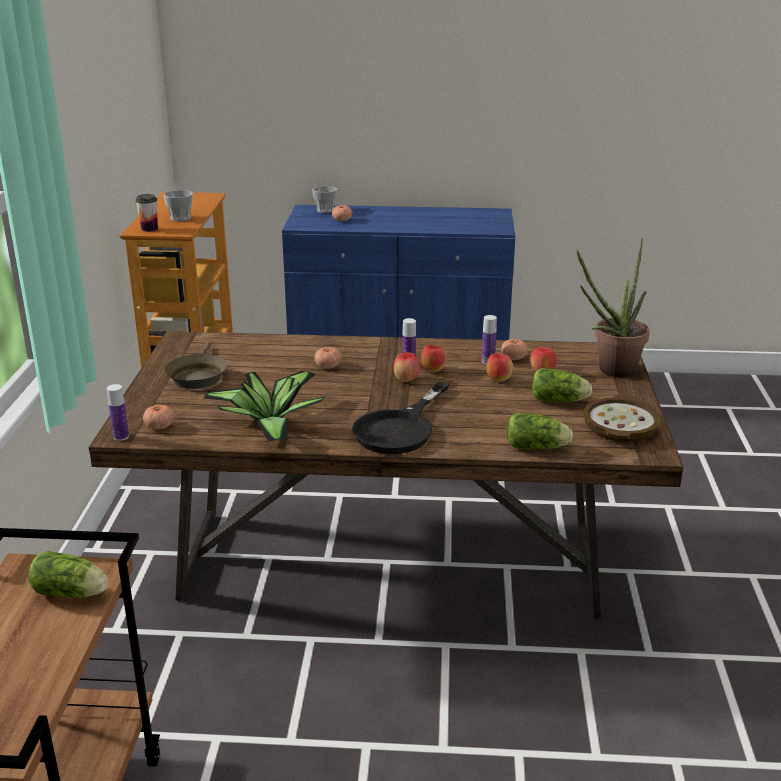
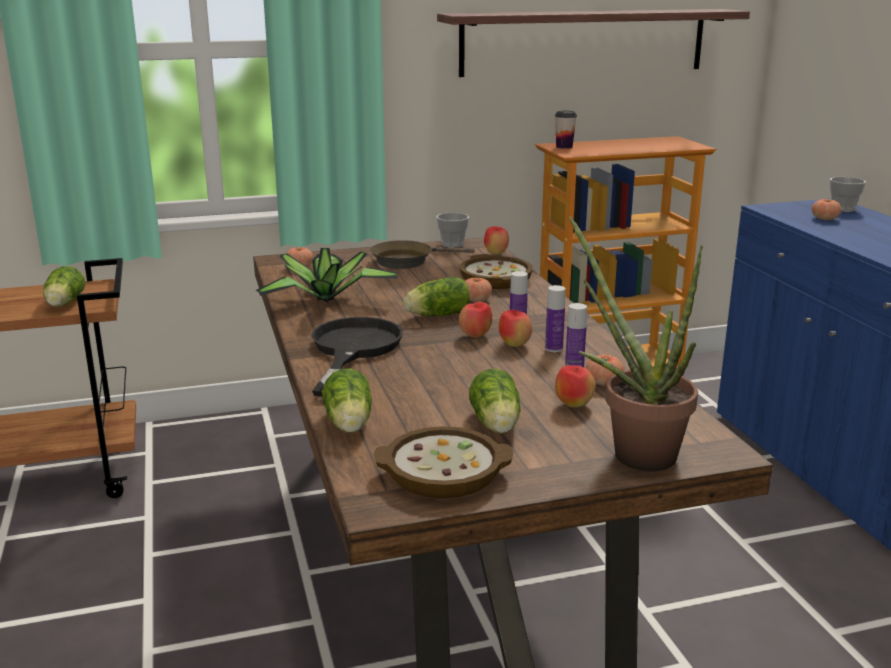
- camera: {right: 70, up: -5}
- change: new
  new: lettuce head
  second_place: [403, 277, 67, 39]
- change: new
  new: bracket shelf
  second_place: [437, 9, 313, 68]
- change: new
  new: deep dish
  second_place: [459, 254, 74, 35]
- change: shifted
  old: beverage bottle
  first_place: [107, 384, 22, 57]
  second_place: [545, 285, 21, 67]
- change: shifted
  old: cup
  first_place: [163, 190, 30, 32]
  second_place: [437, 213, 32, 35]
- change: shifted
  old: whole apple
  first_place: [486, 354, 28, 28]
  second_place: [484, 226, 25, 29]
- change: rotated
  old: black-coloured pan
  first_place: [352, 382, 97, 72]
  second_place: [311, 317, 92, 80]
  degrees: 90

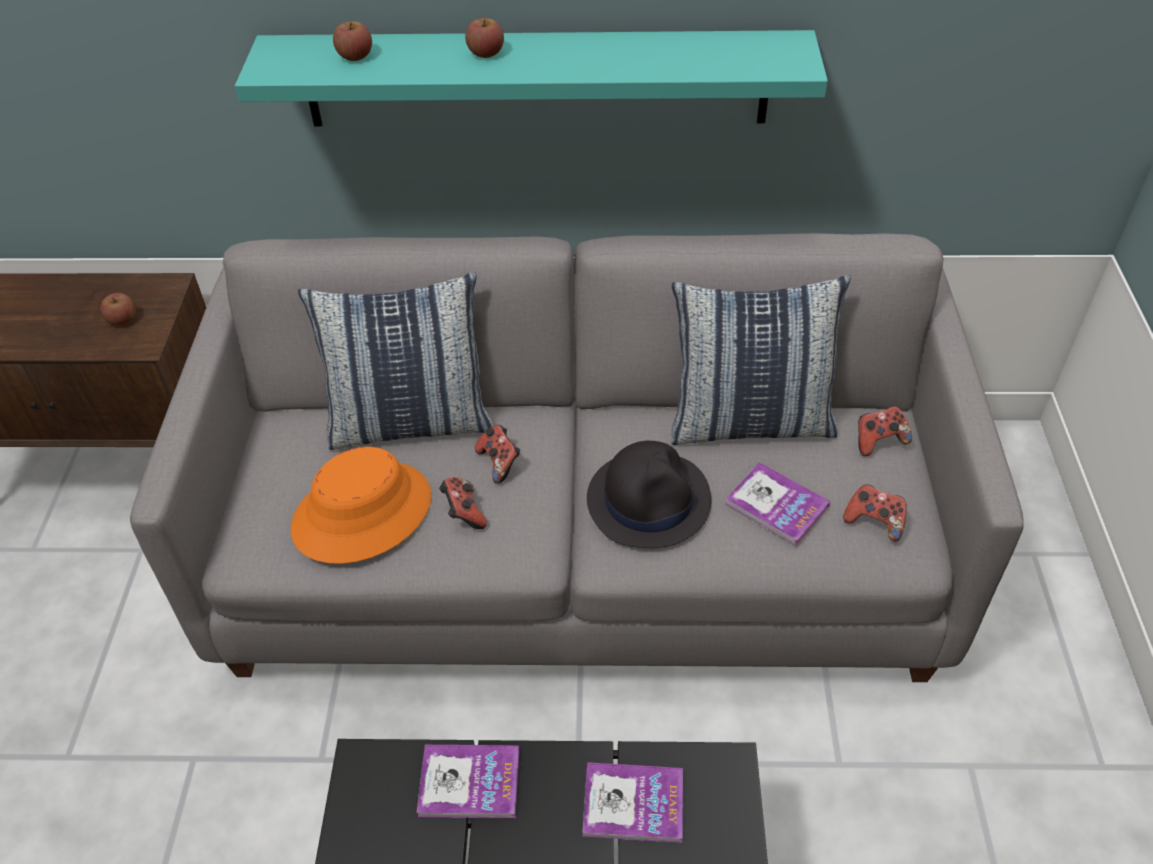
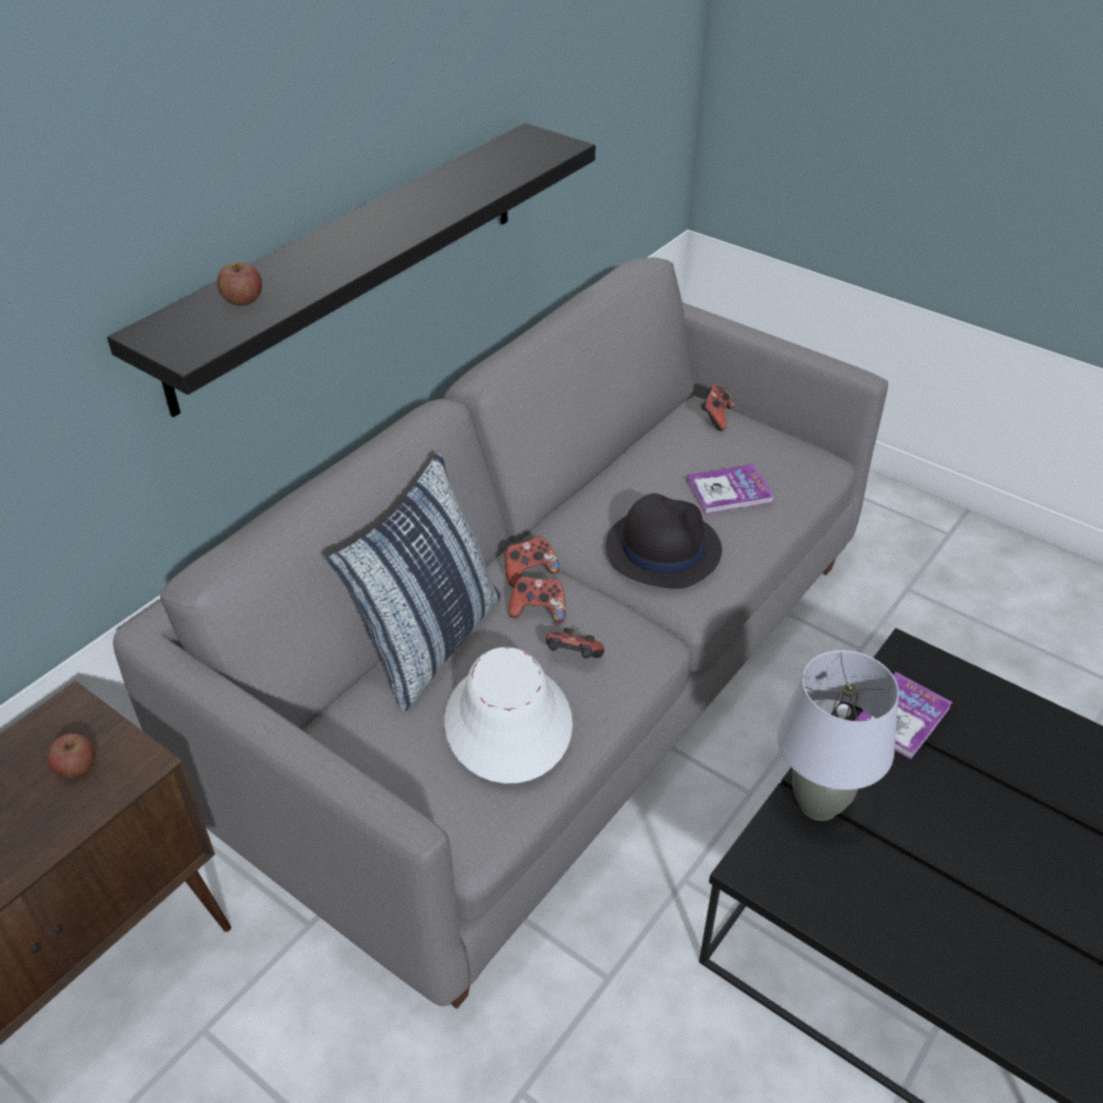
- camera: {right: -55, up: -5}
- change: gone
  old: whole apple
  first_place: [465, 18, 39, 40]
- change: gone
  old: cushion
  first_place: [671, 275, 180, 170]
- change: shifted
  old: game controller
  first_place: [843, 484, 64, 57]
  second_place: [504, 536, 56, 51]
- change: swapped
  old: bound book
  new: gray table lamp
  first_place: [417, 745, 102, 73]
  second_place: [777, 650, 122, 171]
- change: repainted
  old: blue-green bracket shelf
  new: black-coloured bracket shelf
  first_place: [235, 30, 593, 96]
  second_place: [107, 123, 488, 294]
- change: repainted
  old: orange clothing hat
  new: white-coloured clothing hat
  first_place: [291, 447, 141, 117]
  second_place: [444, 647, 129, 136]

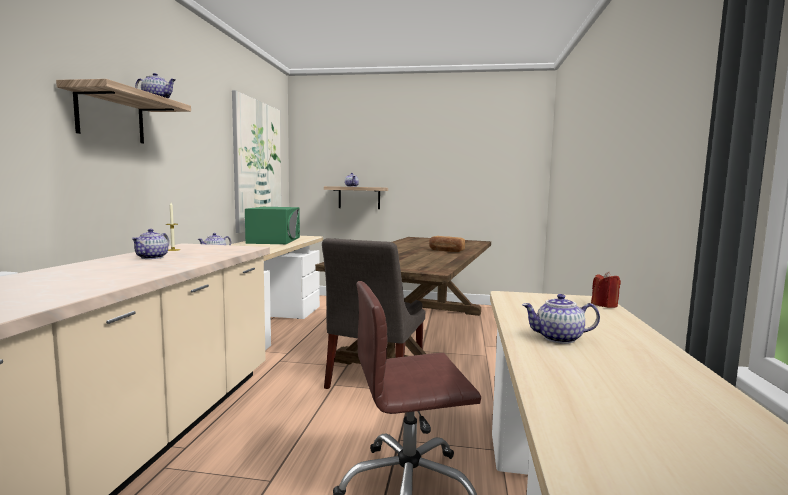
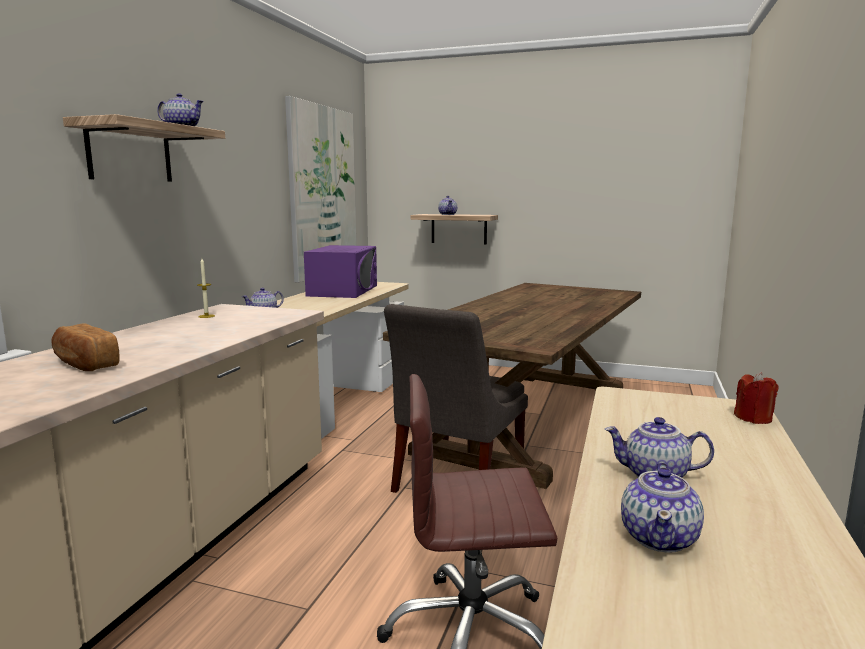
- camera: {right: 10, up: 5}
- change: shifted
  old: tea pot
  first_place: [131, 229, 38, 30]
  second_place: [621, 462, 83, 91]
- change: shifted
  old: bread
  first_place: [429, 236, 36, 16]
  second_place: [52, 323, 68, 48]
- change: repainted
  old: greenish microwave oven
  new: purple-coloured microwave oven
  first_place: [245, 207, 55, 37]
  second_place: [304, 245, 73, 53]

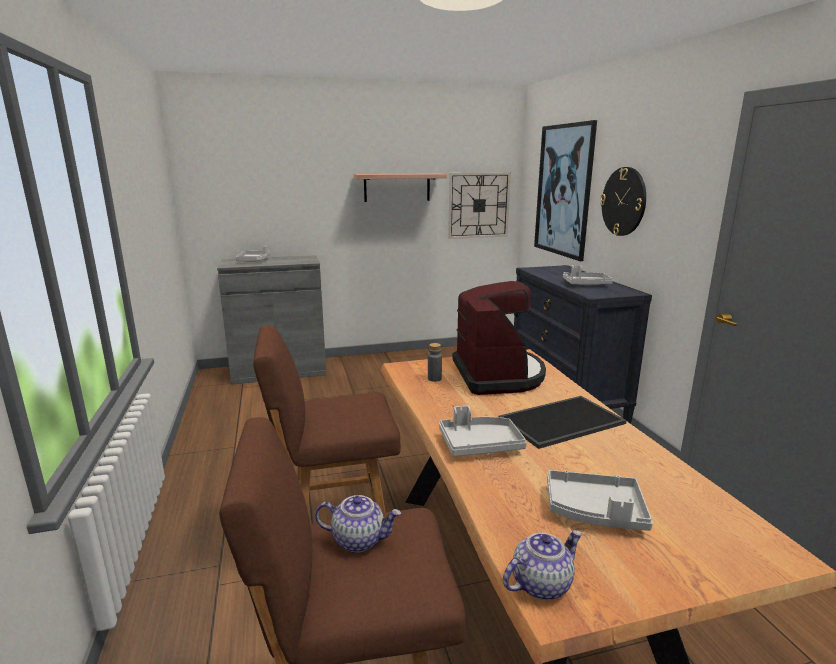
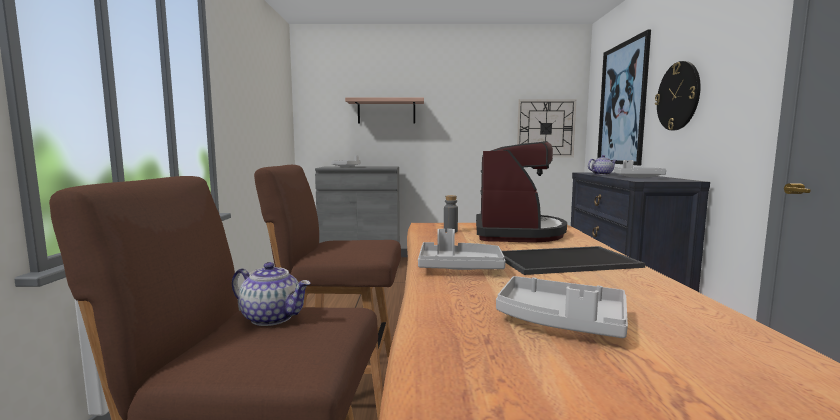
- camera: {right: 15, up: -10}
- change: shifted
  old: bracket shelf
  first_place: [354, 174, 93, 28]
  second_place: [345, 98, 79, 26]
- change: shifted
  old: tea pot
  first_place: [503, 530, 79, 70]
  second_place: [588, 155, 29, 20]

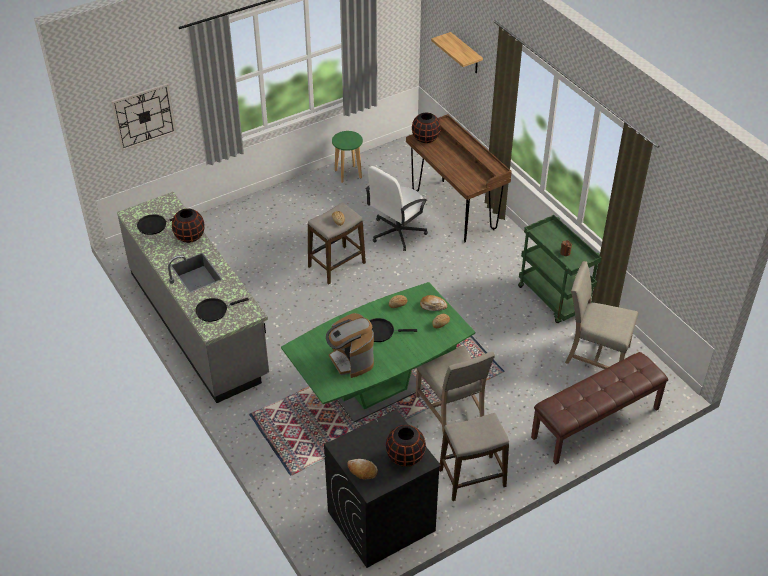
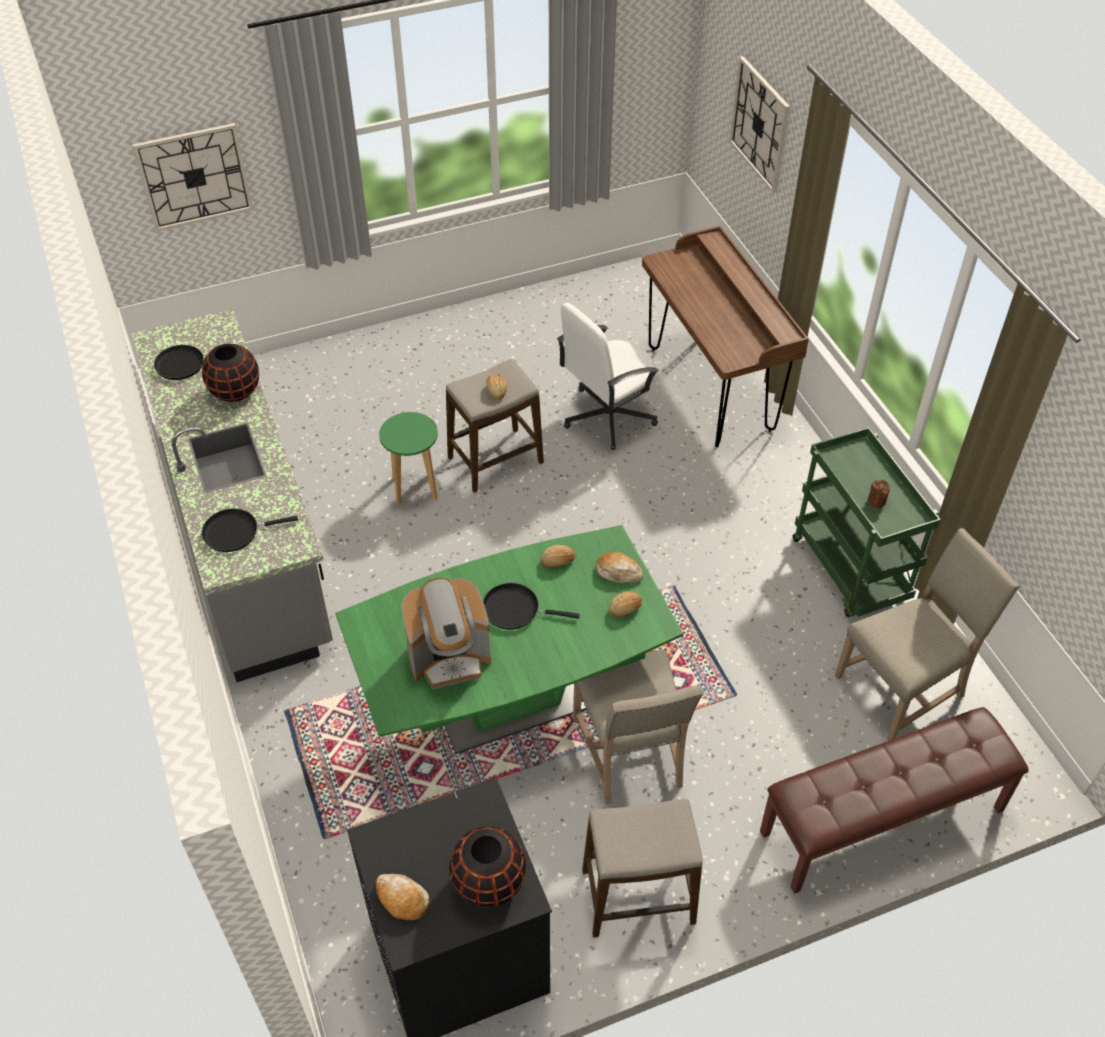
- camera: {right: 10, up: 5}
- change: gone
  old: black-coloured decorative vase
  first_place: [412, 113, 29, 30]
- change: shifted
  old: greenish stool seat
  first_place: [332, 131, 31, 52]
  second_place: [379, 412, 59, 93]
- change: swapped
  old: bracket shelf
  new: hanging clock
  first_place: [431, 32, 52, 41]
  second_place: [729, 56, 61, 137]
- change: rotated
  old: coffee brewer
  first_place: [326, 313, 48, 65]
  second_place: [401, 577, 90, 112]
  degrees: -90
- change: rotated
  old: beige-coloured chair
  first_place: [565, 261, 73, 108]
  second_place: [835, 528, 185, 213]
  degrees: 120

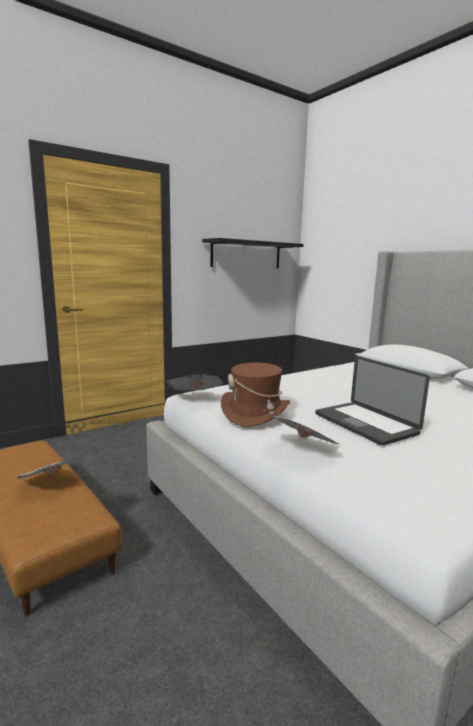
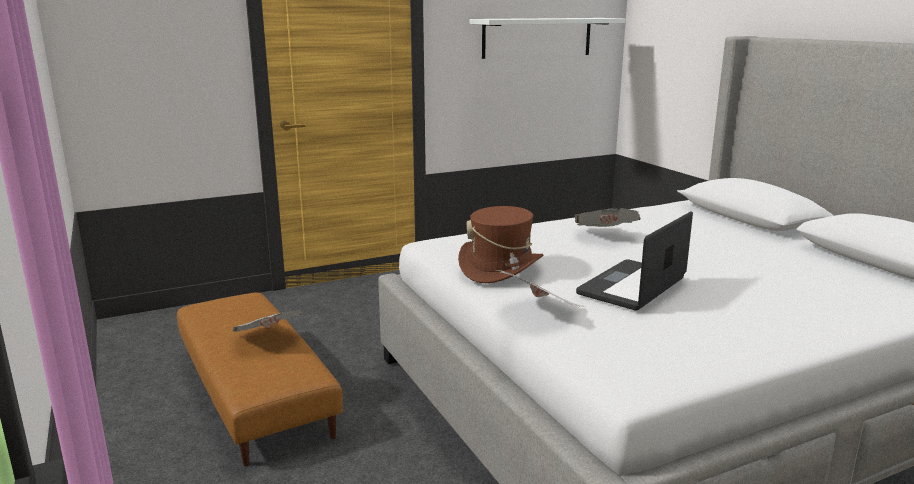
- camera: {right: 10, up: 5}
- change: shifted
  old: printed paper
  first_place: [166, 374, 58, 17]
  second_place: [575, 208, 66, 19]
- change: repainted
  old: black-coloured bracket shelf
  new: white-coloured bracket shelf
  first_place: [202, 238, 101, 31]
  second_place: [470, 18, 155, 41]
- change: rotated
  old: notebook computer
  first_place: [316, 356, 114, 90]
  second_place: [576, 211, 117, 100]
  degrees: 60

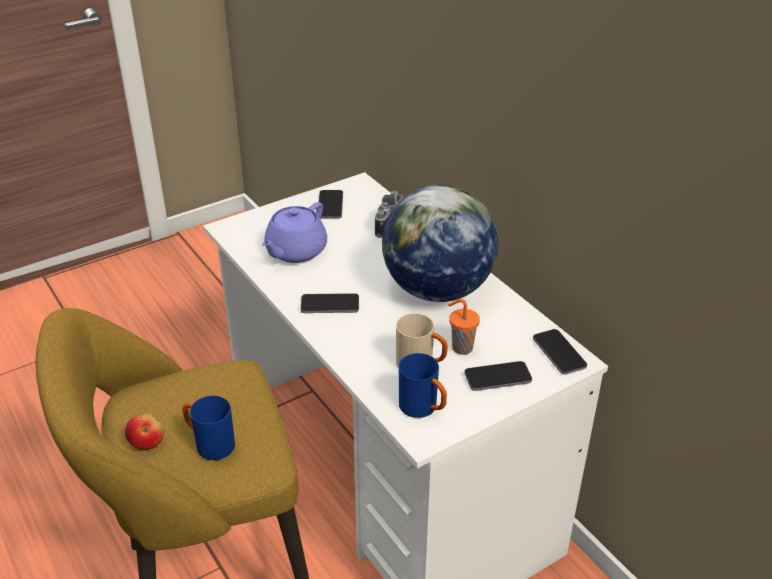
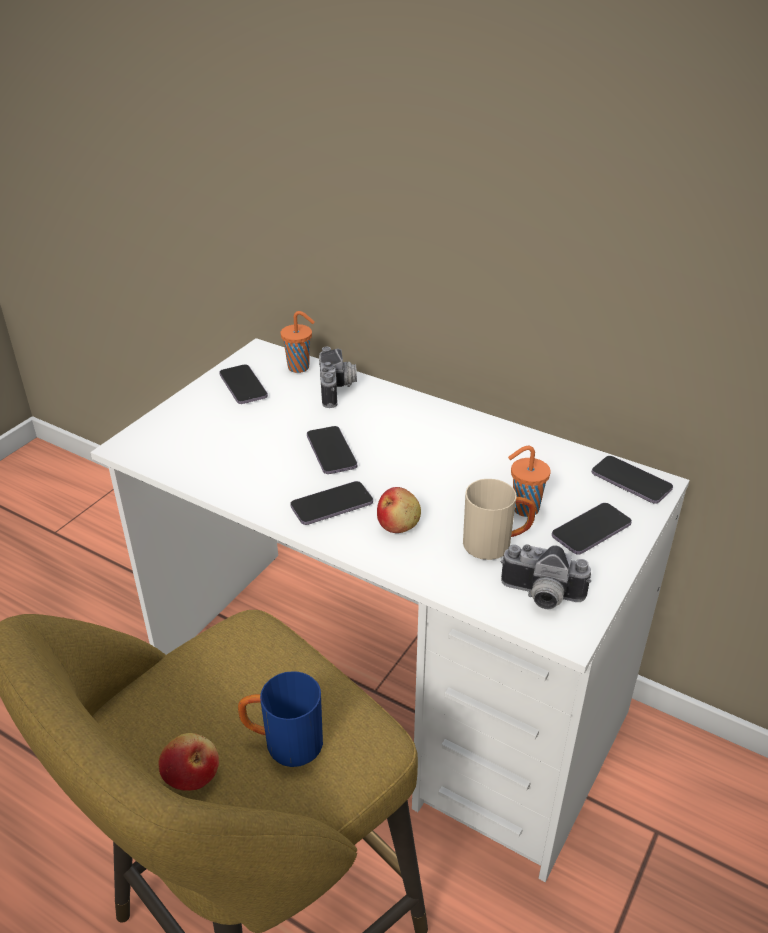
- camera: {right: -25, up: 0}
- change: gone
  old: purple-coloured tea pot
  first_place: [262, 202, 65, 61]
- change: gone
  old: globe
  first_place: [382, 185, 116, 117]
- change: new
  new: orange cup
  second_place: [281, 311, 34, 62]
- change: new
  new: handset
  second_place: [307, 426, 50, 48]
- change: new
  new: whole apple
  second_place: [377, 487, 44, 46]
- change: swapped
  old: blue-coloured mug
  new: still camera
  first_place: [399, 353, 48, 65]
  second_place: [501, 545, 90, 64]

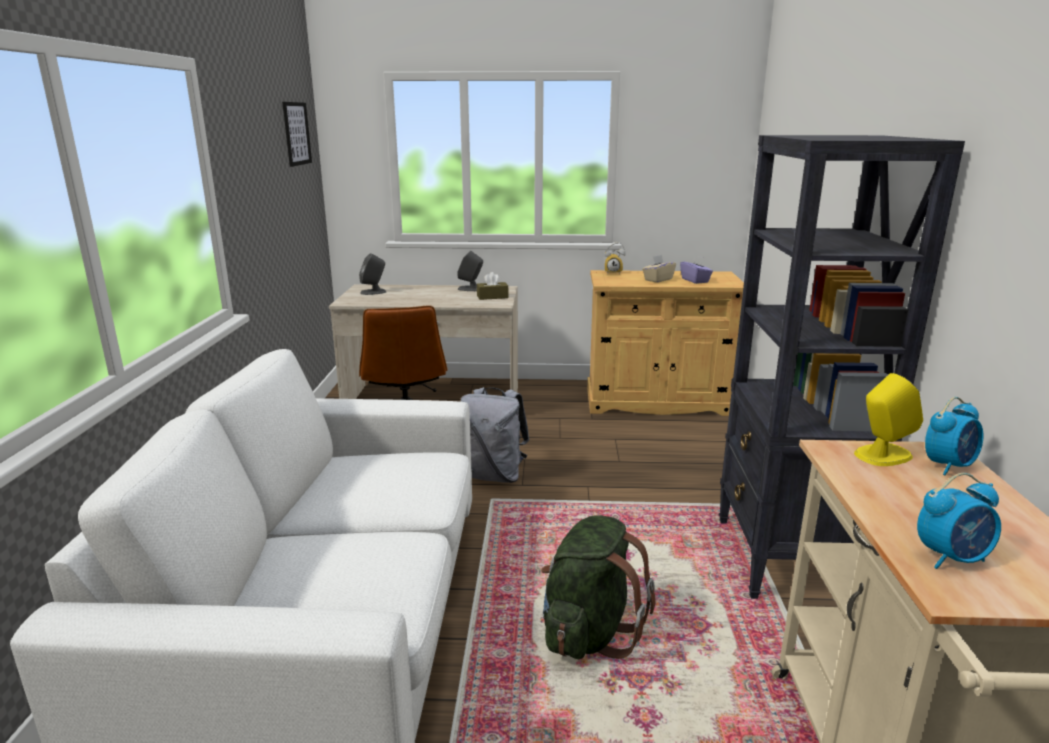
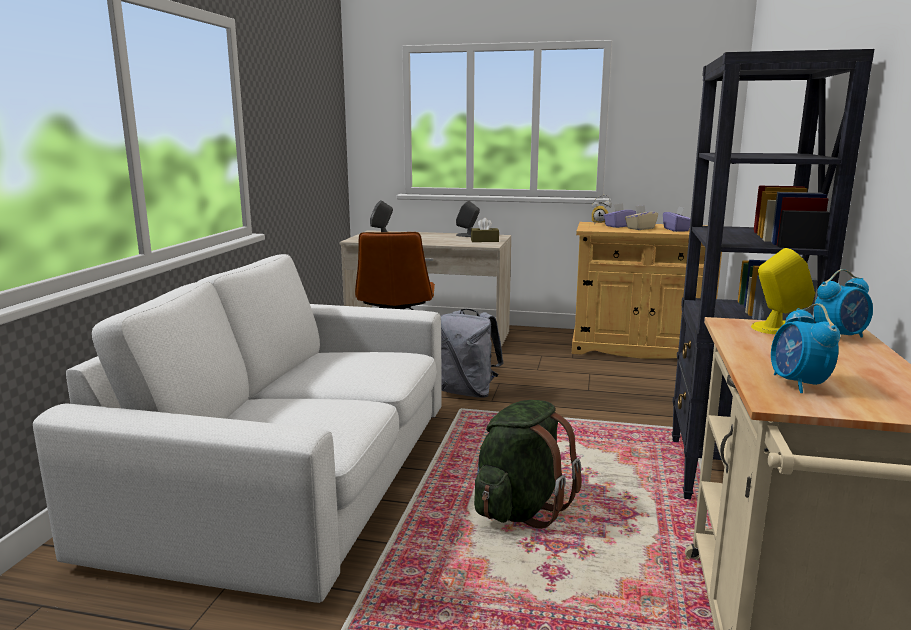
- camera: {right: 10, up: -5}
- change: gone
  old: picture
  first_place: [282, 102, 30, 65]
- change: new
  new: purple-coloured tissue box
  second_place: [603, 203, 33, 25]
- change: rotated
  old: table clock
  first_place: [917, 473, 84, 96]
  second_place: [771, 303, 69, 90]
  degrees: 90

